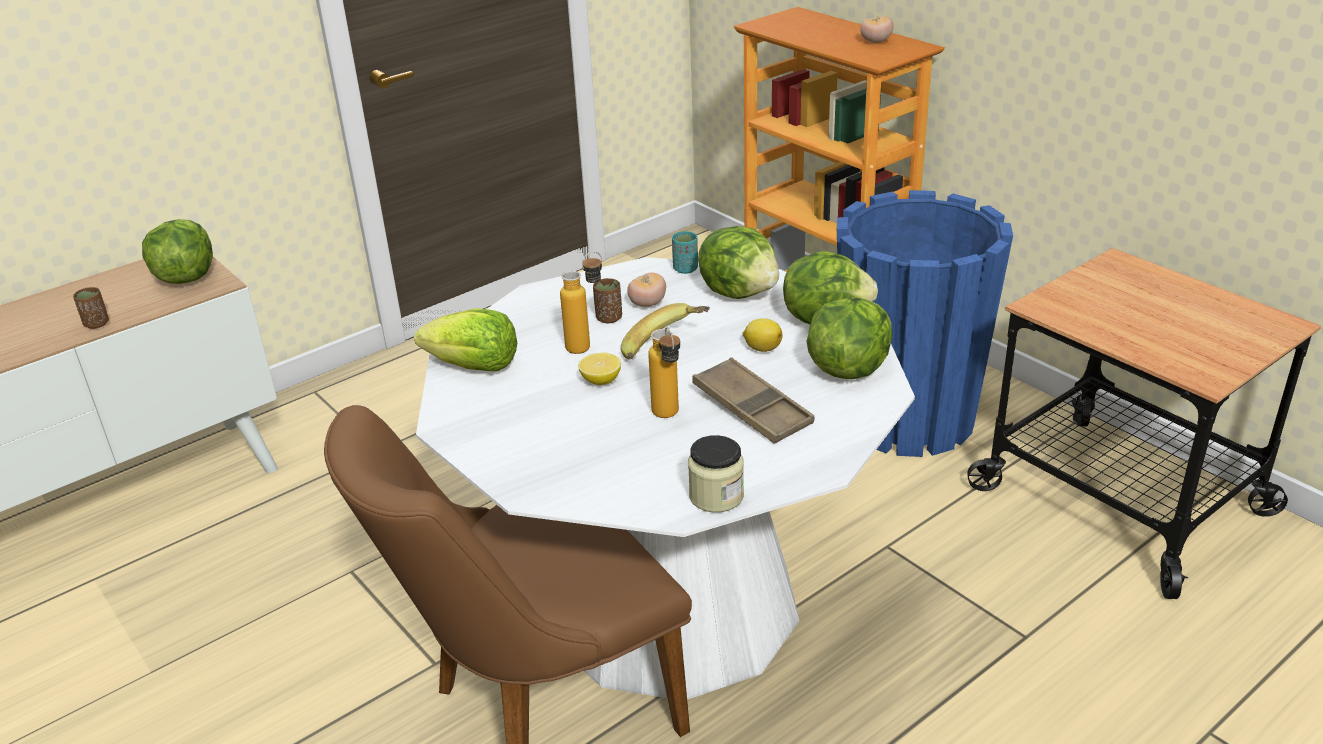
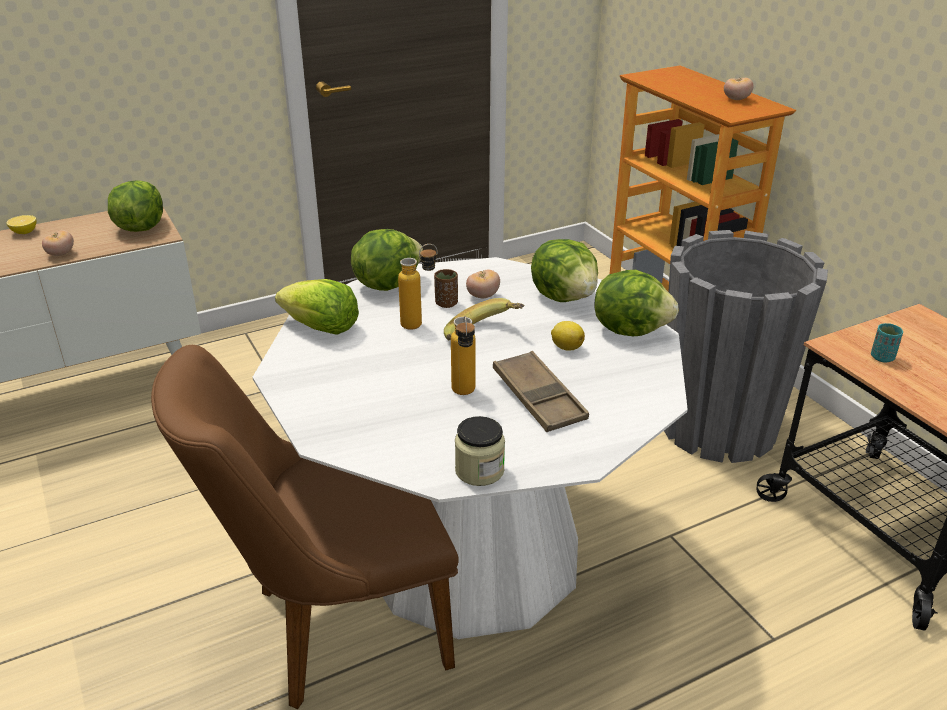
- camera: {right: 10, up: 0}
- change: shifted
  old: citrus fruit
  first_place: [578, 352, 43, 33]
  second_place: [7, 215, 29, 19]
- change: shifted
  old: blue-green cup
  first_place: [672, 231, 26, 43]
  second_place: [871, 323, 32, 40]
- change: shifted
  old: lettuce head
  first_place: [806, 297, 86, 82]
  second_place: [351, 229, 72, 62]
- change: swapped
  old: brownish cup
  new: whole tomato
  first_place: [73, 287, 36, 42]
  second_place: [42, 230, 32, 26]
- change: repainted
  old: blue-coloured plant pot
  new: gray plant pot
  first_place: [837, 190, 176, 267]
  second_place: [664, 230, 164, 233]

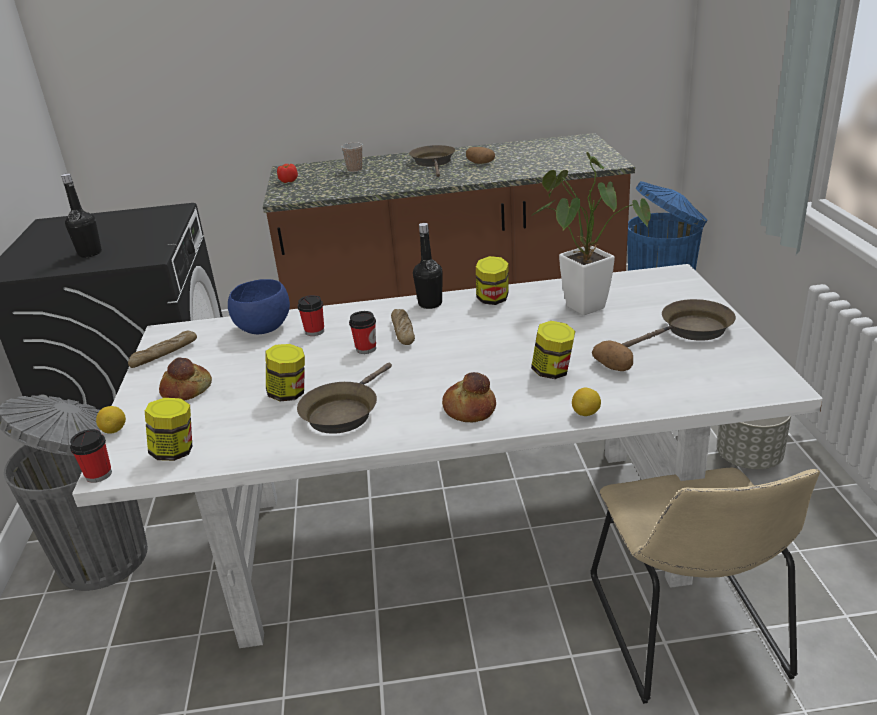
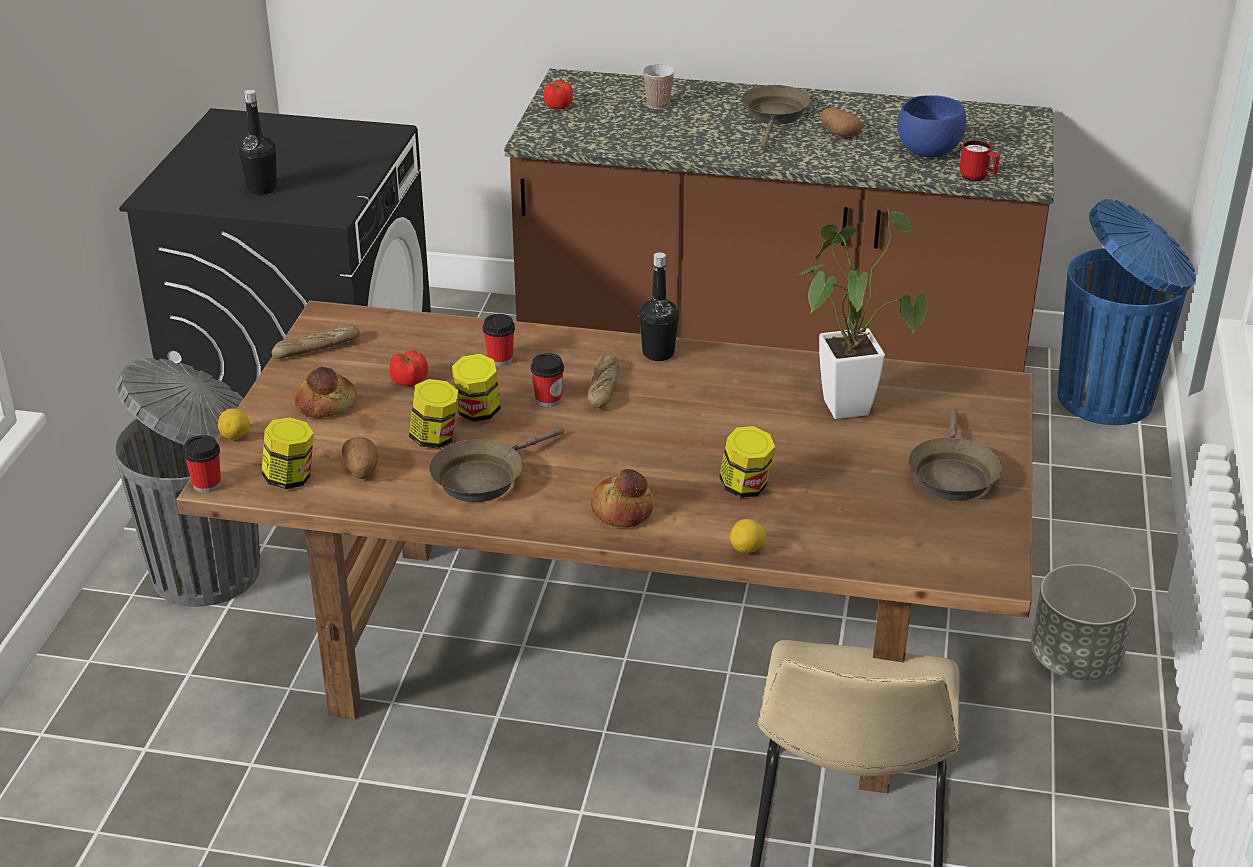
- camera: {right: 15, up: 5}
- change: new
  new: whole tomato
  second_place: [390, 350, 38, 36]
- change: new
  new: reddish mug
  second_place: [959, 140, 41, 41]
- change: shifted
  old: blue-coloured deep dish
  first_place: [228, 279, 62, 55]
  second_place: [897, 95, 69, 62]
- change: shifted
  old: storage jar
  first_place: [476, 256, 33, 49]
  second_place: [452, 354, 49, 68]
- change: shifted
  old: spud
  first_place: [592, 341, 41, 30]
  second_place: [342, 437, 36, 42]
- change: repainted
  old: white-coloured kitchen table
  new: brownish kitchen table
  first_place: [72, 264, 751, 384]
  second_place: [177, 301, 856, 492]
- change: rotated
  old: brownish pan
  first_place: [622, 299, 114, 48]
  second_place: [908, 408, 94, 93]
  degrees: 105

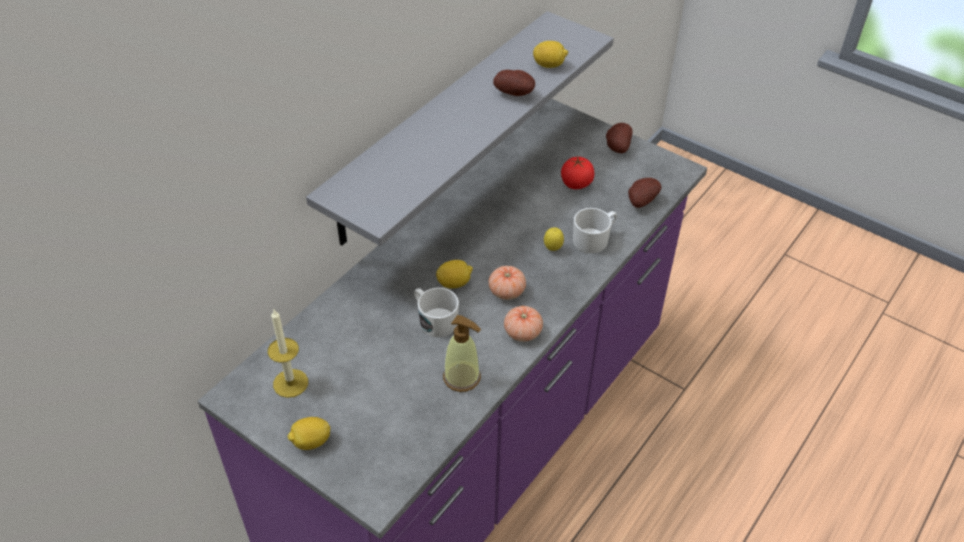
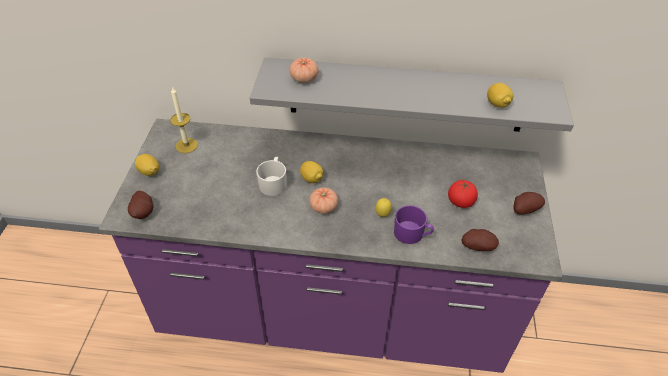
- camera: {right: 60, up: 0}
- change: gone
  old: soap bottle
  first_place: [443, 315, 38, 77]
- change: shifted
  old: spud
  first_place: [493, 70, 42, 26]
  second_place: [128, 191, 25, 28]
- change: shifted
  old: whole tomato
  first_place: [504, 306, 39, 36]
  second_place: [289, 58, 30, 25]
- change: repainted
  old: white-coloured mug
  new: purple-coloured mug
  first_place: [573, 208, 44, 45]
  second_place: [394, 205, 40, 39]

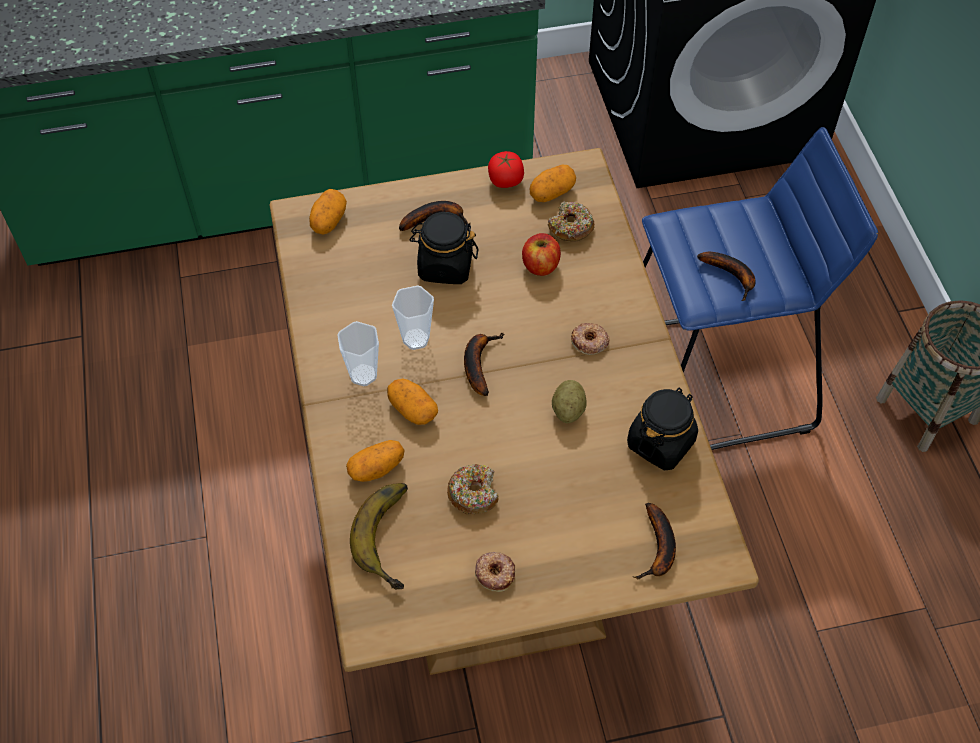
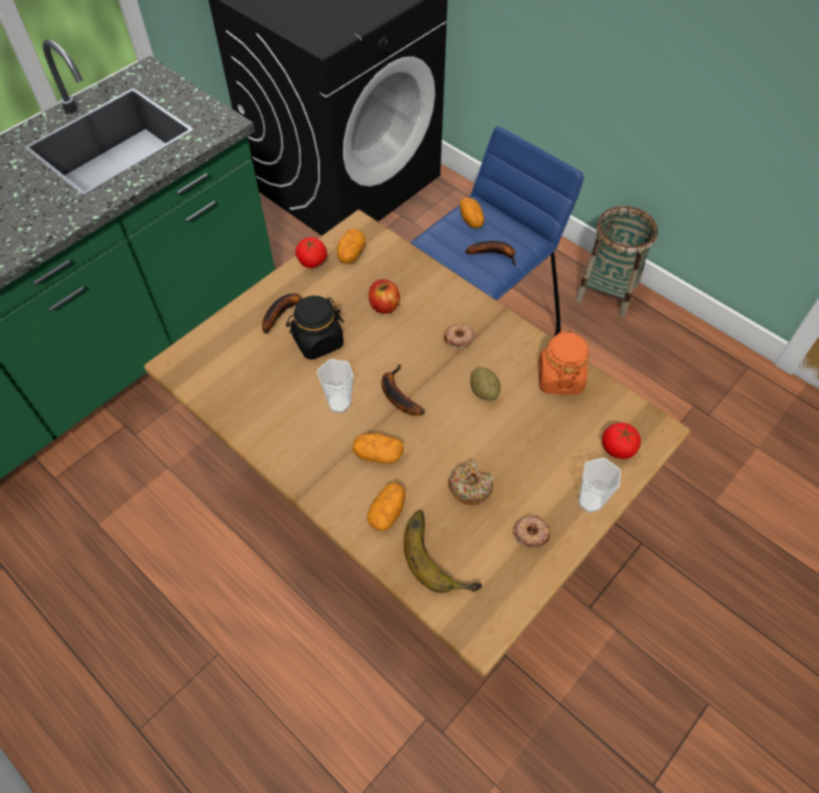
- camera: {right: -35, up: 0}
- change: gone
  old: doughnut
  first_place: [547, 201, 48, 40]
- change: shifted
  old: spud
  first_place: [309, 189, 38, 46]
  second_place: [460, 198, 24, 30]
- change: shifted
  old: cup
  first_place: [337, 321, 42, 65]
  second_place: [578, 457, 43, 56]
- change: swapped
  old: whole banana
  new: whole tomato
  first_place: [633, 503, 43, 77]
  second_place: [602, 423, 39, 36]
- change: repainted
  old: black-coloured storage jar
  new: orange storage jar
  first_place: [627, 388, 71, 82]
  second_place: [538, 330, 51, 65]

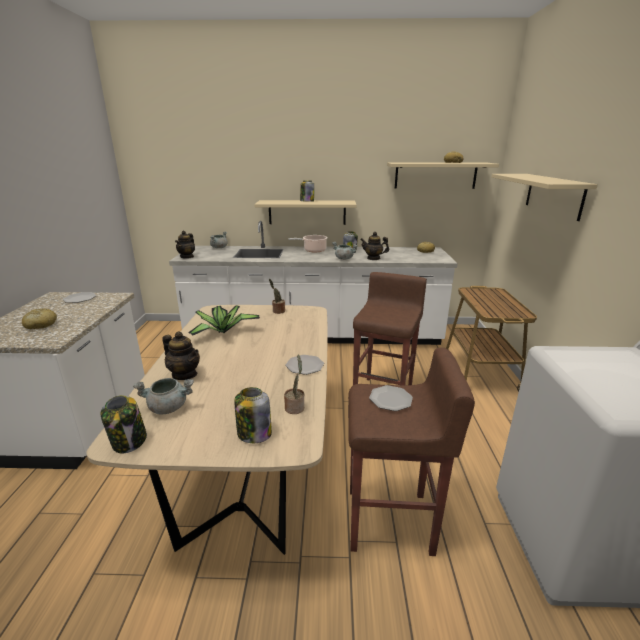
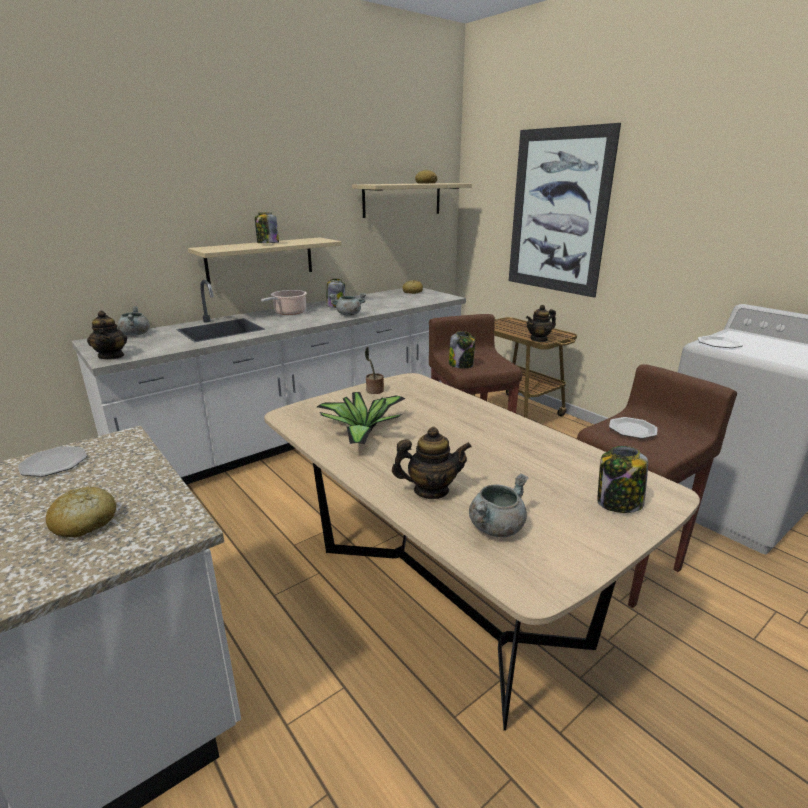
- camera: {right: -40, up: 0}
- change: gone
  old: potted plant
  first_place: [284, 355, 20, 59]
- change: shifted
  old: storage jar
  first_place: [100, 395, 47, 58]
  second_place: [449, 331, 26, 38]
- change: shifted
  old: flat dish
  first_place: [286, 355, 38, 20]
  second_place: [698, 336, 45, 12]
- change: shifted
  old: tea pot
  first_place: [360, 232, 29, 28]
  second_place: [526, 305, 30, 37]
- change: swapped
  old: beige-coloured bracket shelf
  new: picture
  first_place: [491, 174, 107, 47]
  second_place: [509, 123, 112, 175]

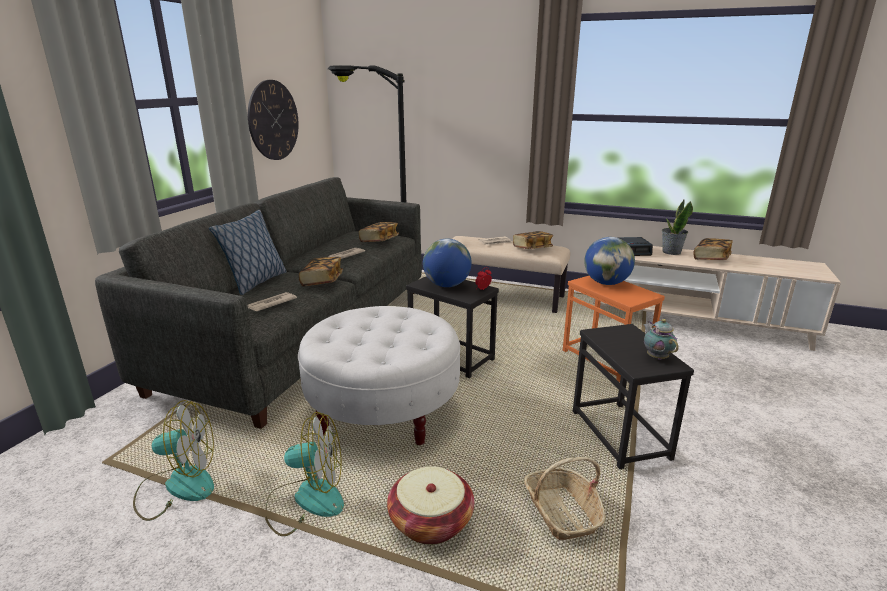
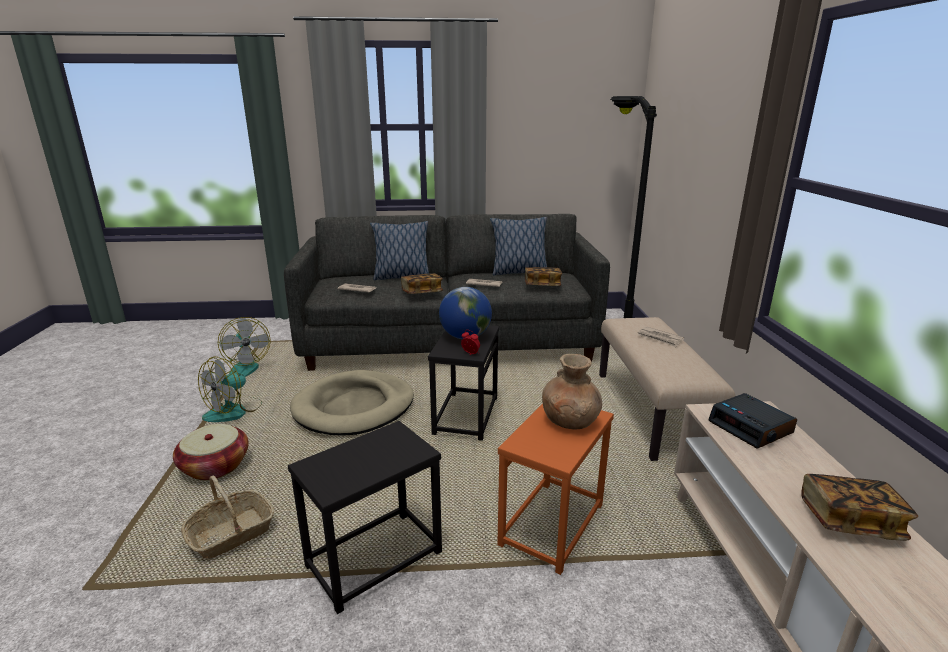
- camera: {right: 65, up: 0}
- change: gone
  old: hanging clock
  first_place: [248, 80, 51, 80]
- change: gone
  old: bound book
  first_place: [513, 231, 40, 18]
- change: gone
  old: tea pot
  first_place: [643, 319, 36, 41]
- change: gone
  old: potted plant
  first_place: [662, 200, 31, 55]
- change: new
  new: cushion
  second_place: [490, 217, 57, 59]
- change: swapped
  old: white-coloured ottoman
  new: beige-coloured pet bed
  first_place: [298, 306, 162, 139]
  second_place: [290, 370, 124, 65]
- change: swapped
  old: globe
  new: brownish decorative vase
  first_place: [584, 237, 51, 48]
  second_place: [542, 354, 60, 75]
- change: rotated
  old: cooling fan
  first_place: [265, 412, 79, 124]
  second_place: [198, 357, 64, 65]
  degrees: 60

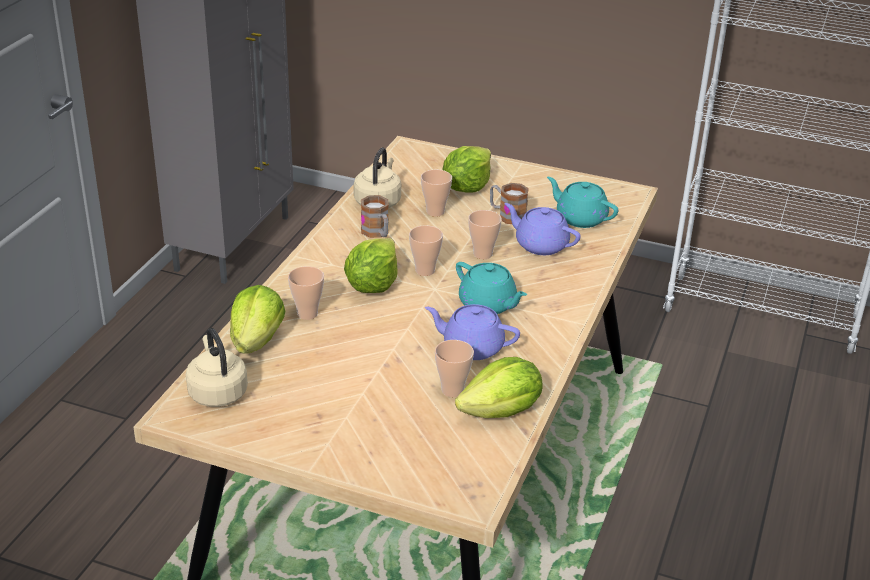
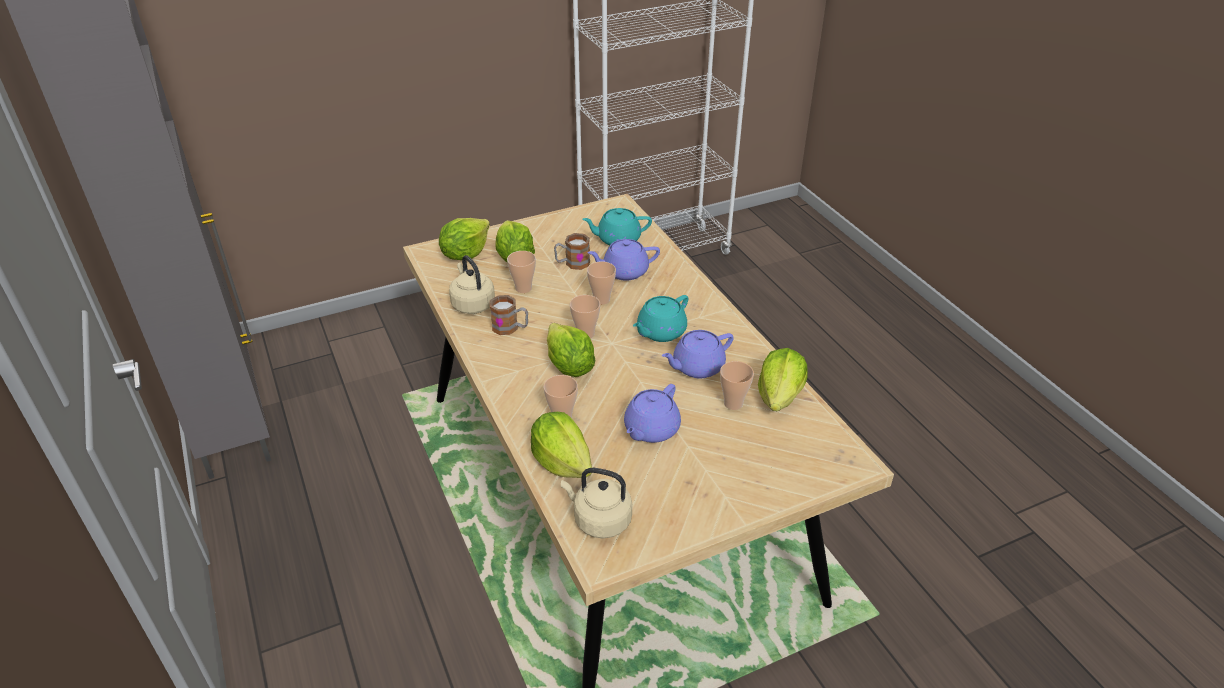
- camera: {right: -45, up: 5}
- change: new
  new: lettuce head
  second_place: [439, 218, 51, 42]
- change: new
  new: purple-coloured tea pot
  second_place: [624, 384, 57, 59]
- change: rotated
  old: blue-green tea pot
  first_place: [456, 262, 71, 52]
  second_place: [633, 295, 55, 47]
  degrees: 135

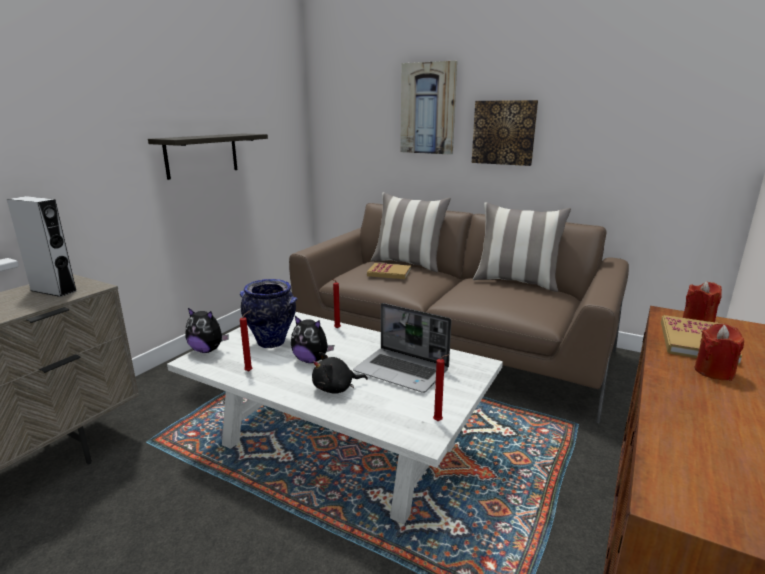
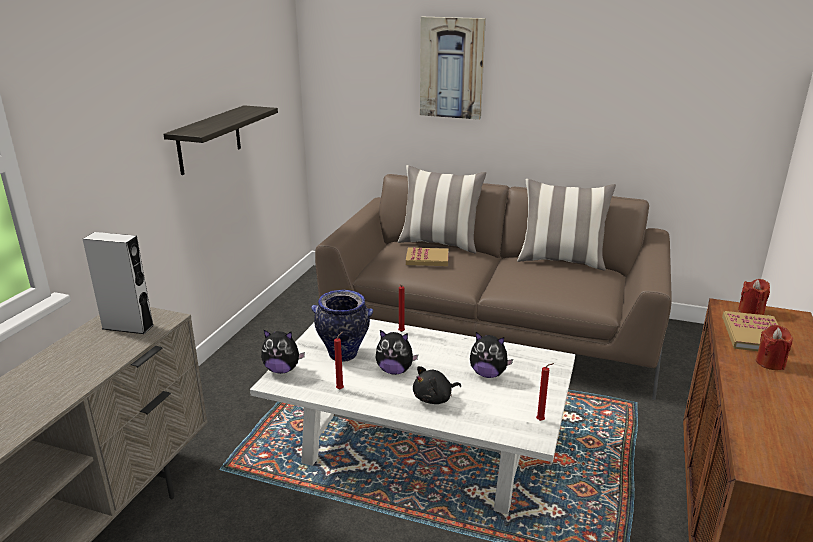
- camera: {right: -10, up: 5}
- change: gone
  old: picture
  first_place: [472, 100, 66, 66]
- change: swapped
  old: notebook computer
  new: plush toy
  first_place: [353, 303, 98, 90]
  second_place: [470, 332, 43, 46]

